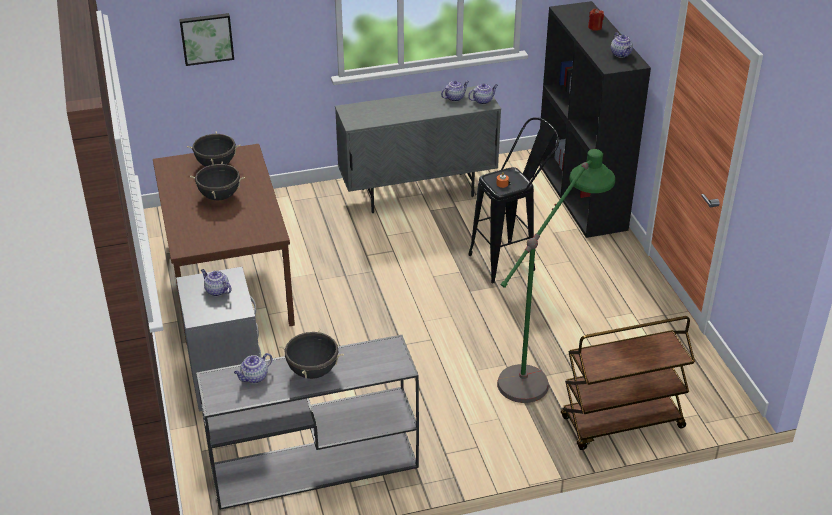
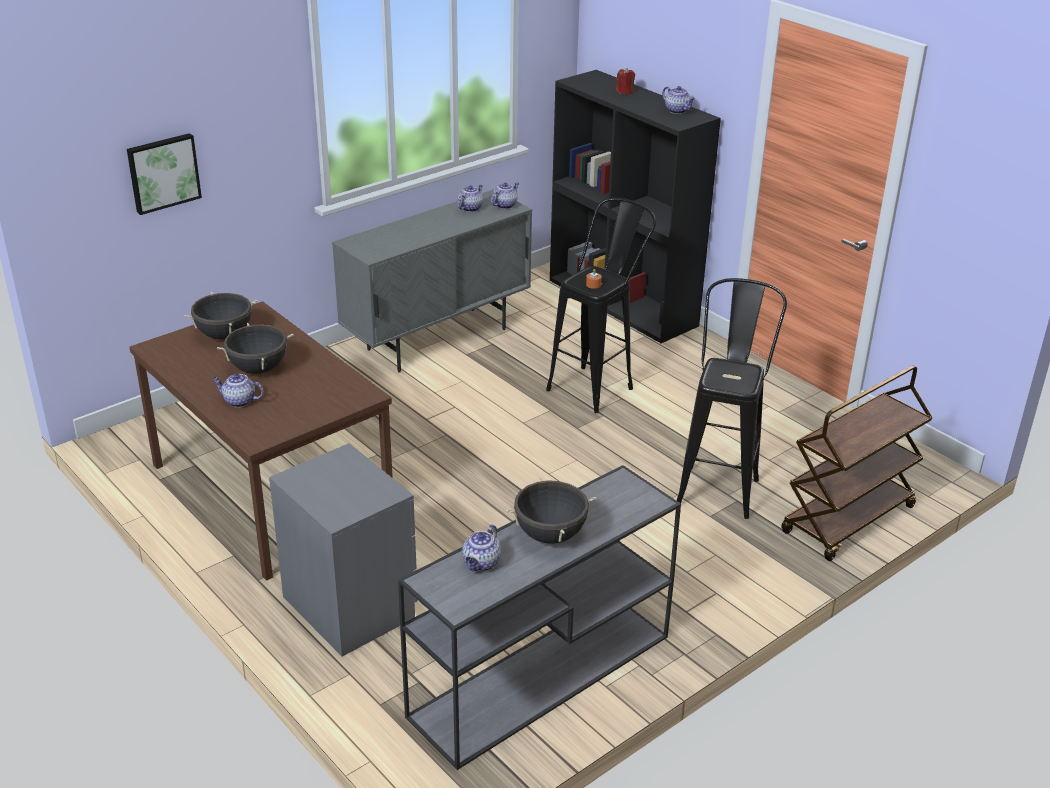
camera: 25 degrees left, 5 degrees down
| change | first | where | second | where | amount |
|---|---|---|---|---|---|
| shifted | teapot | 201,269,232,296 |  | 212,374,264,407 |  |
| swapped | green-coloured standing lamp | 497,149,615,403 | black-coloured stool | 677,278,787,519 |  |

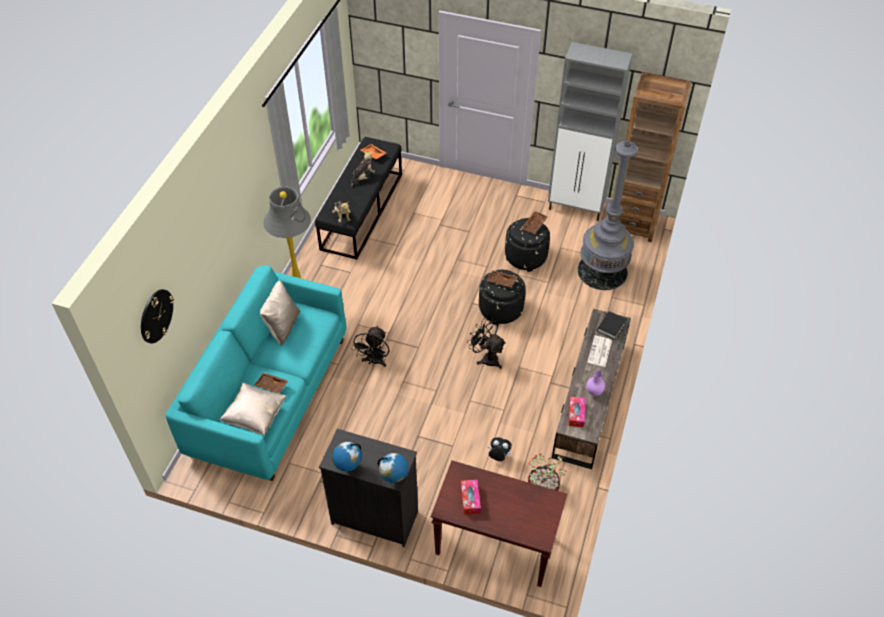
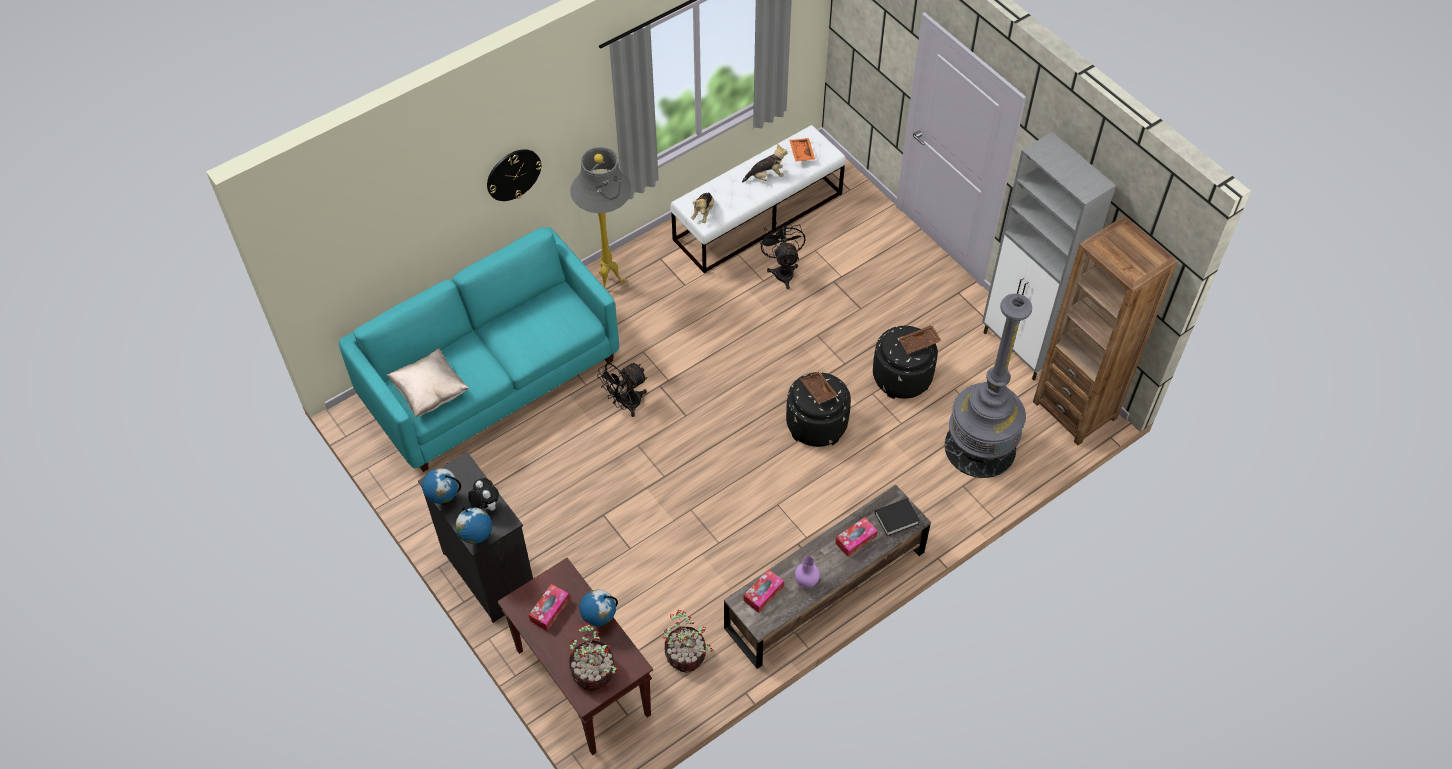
camera: 35 degrees right, 5 degrees up
| change | first | where | second | where | amount |
|---|---|---|---|---|---|
| gone | brownish tray | 254,372,289,394 |  |  |  |
| gone | sand-coloured throw pillow | 260,280,300,346 |  |  |  |
| new |  |  | houseplant | 567,622,619,691 |  |
| new |  |  | globe | 580,590,618,626 |  |
| shifted | wall clock | 141,289,174,343 |  | 487,149,542,201 |  |
| shifted | black-coloured fan | 467,318,506,369 |  | 759,220,805,289 |  |
| shifted | cuddly toy | 488,437,512,461 |  | 468,478,499,511 |  |
| swapped | newspaper | 588,336,612,367 | box of tissues | 835,517,877,557 |  |
| repainted | black-coloured indoor bench | 315,137,402,260 | white indoor bench | 670,125,846,273 |  |

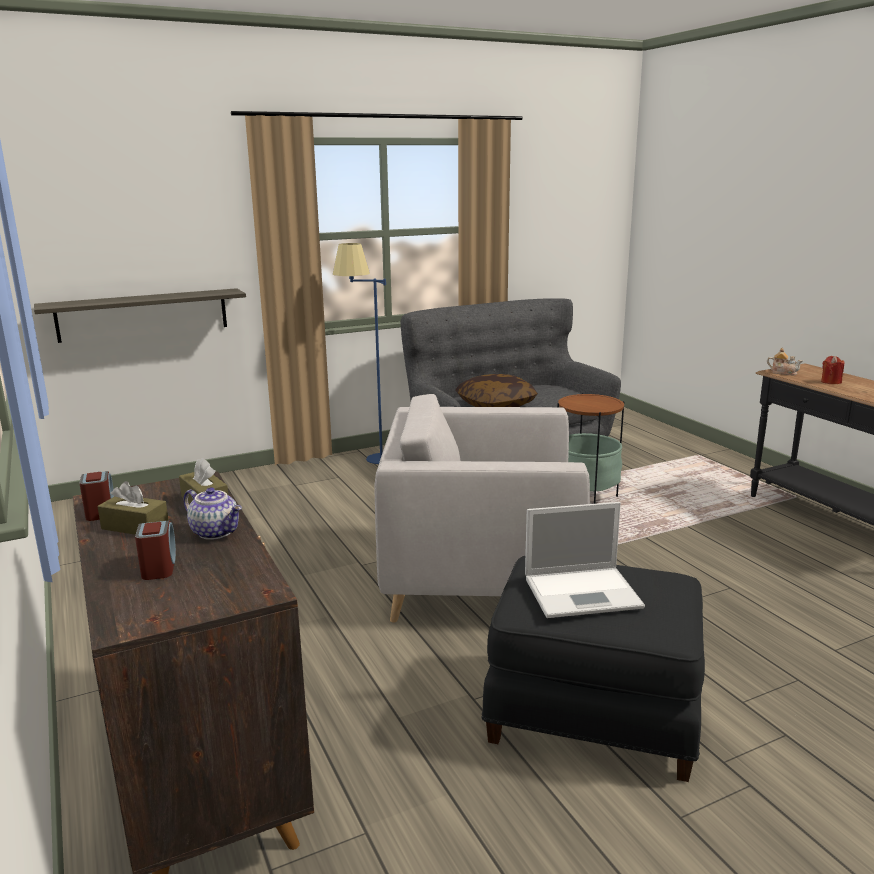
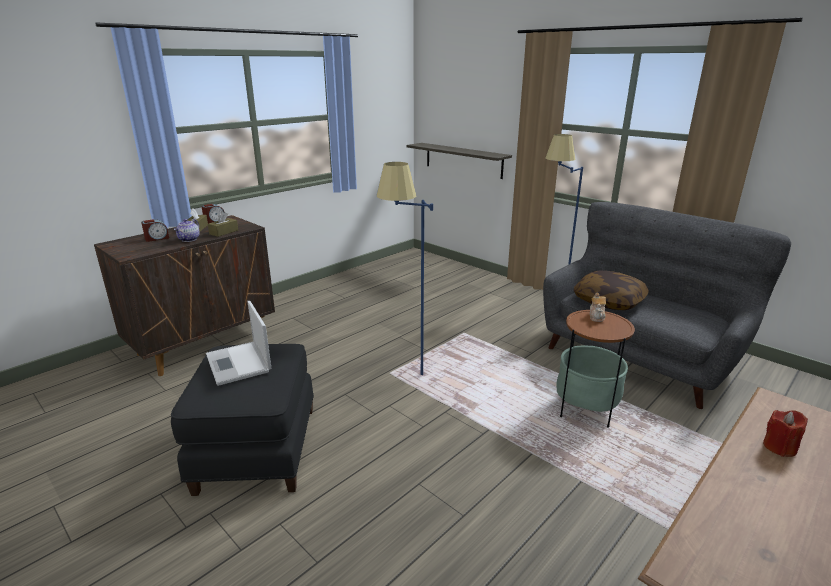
camera: 70 degrees right, 5 degrees up
| change | first | where | second | where | amount |
|---|---|---|---|---|---|
| shifted | teapot | 767,348,803,375 |  | 589,293,606,322 |  |
| swapped | gray armchair | 374,394,590,623 | blue standing lamp | 377,162,433,375 |  |

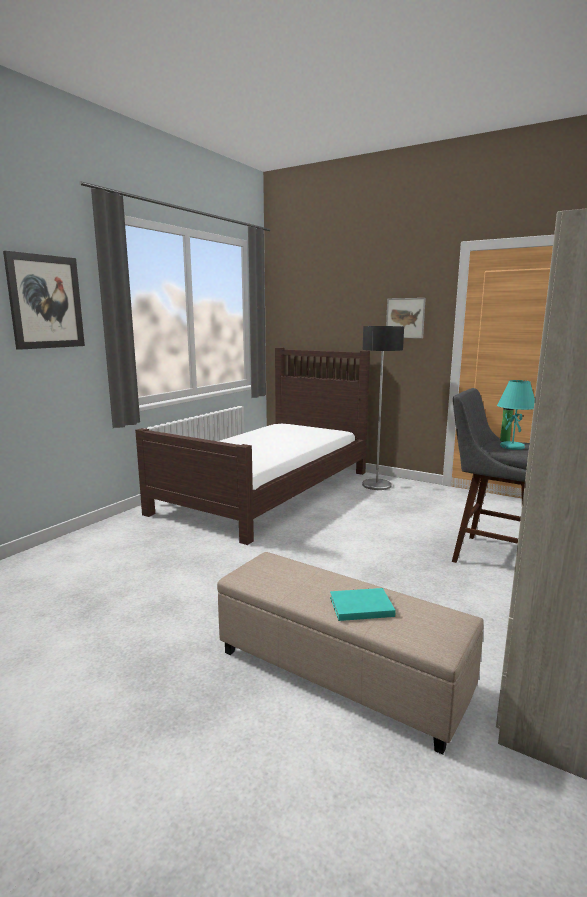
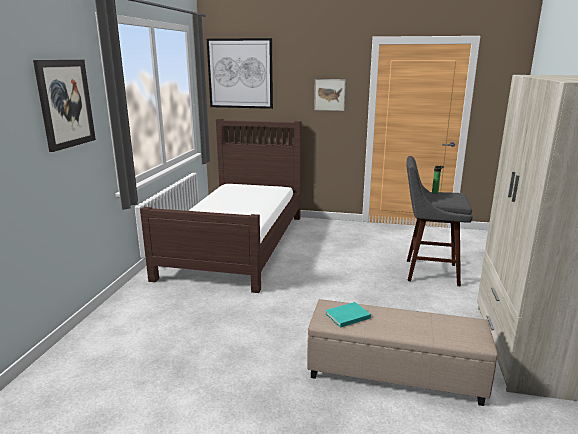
camera: 20 degrees left, 5 degrees up
| change | first | where | second | where | amount |
|---|---|---|---|---|---|
| gone | standing lamp | 362,326,404,490 |  |  |  |
| gone | turquoise-coloured table lamp | 497,380,535,450 |  |  |  |
| new |  |  | wall picture | 207,38,273,109 |  |
| shifted | turquoise-coloured bound book | 330,588,396,621 |  | 326,302,371,328 |  |

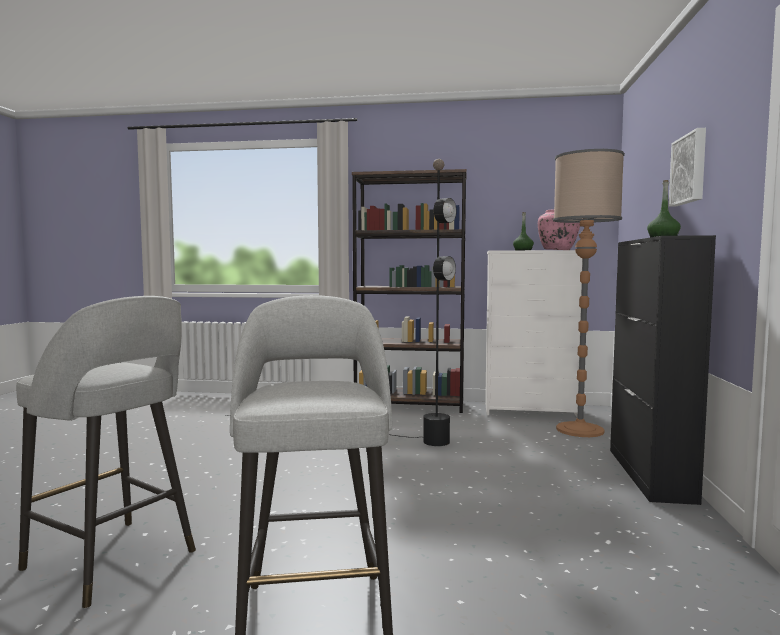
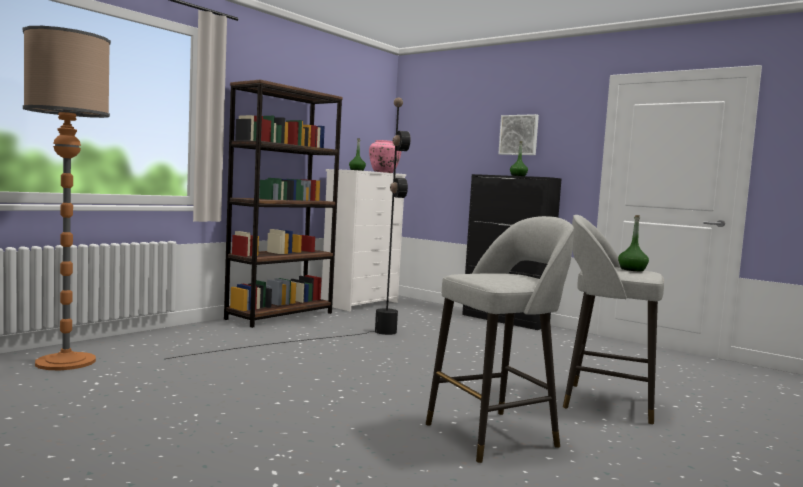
camera: 60 degrees left, 0 degrees up
| change | first | where | second | where | amount |
|---|---|---|---|---|---|
| new |  |  | green-coloured beverage bottle | 618,215,649,271 |  |
| shifted | standing lamp | 553,149,625,437 |  | 23,26,111,370 |  |

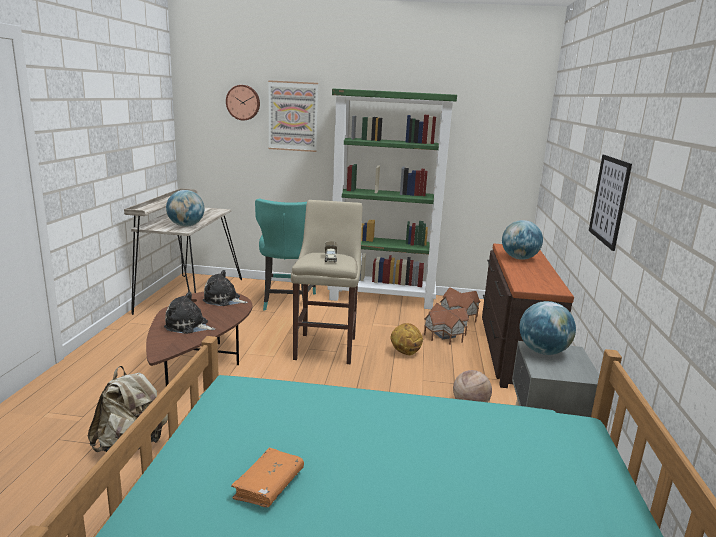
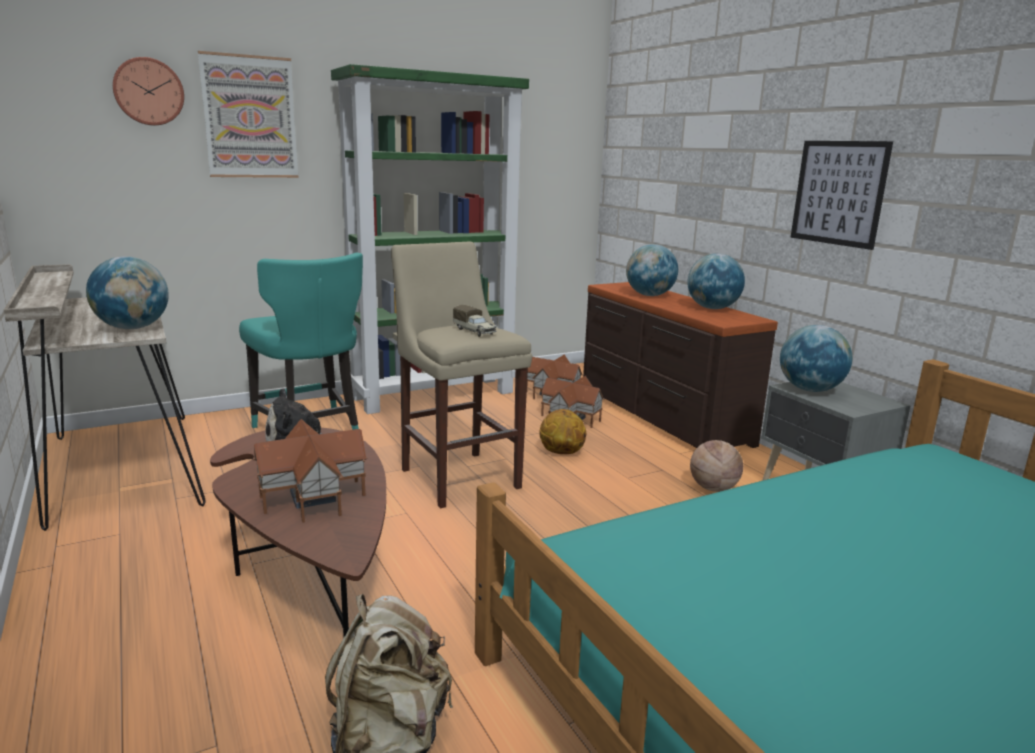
camera: 35 degrees left, 0 degrees up
| change | first | where | second | where | amount |
|---|---|---|---|---|---|
| gone | orangey bound book | 231,448,304,507 |  |  |  |
| new |  |  | globe | 687,253,745,309 |  |
| swapped | cuddly toy | 164,292,215,334 | miniature house | 253,419,368,523 |  |

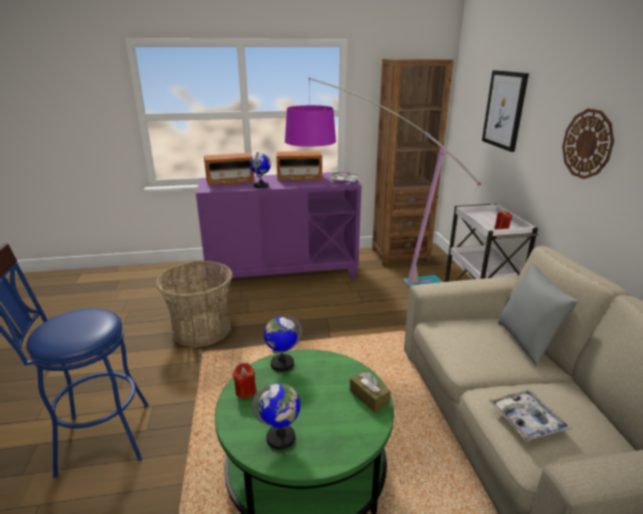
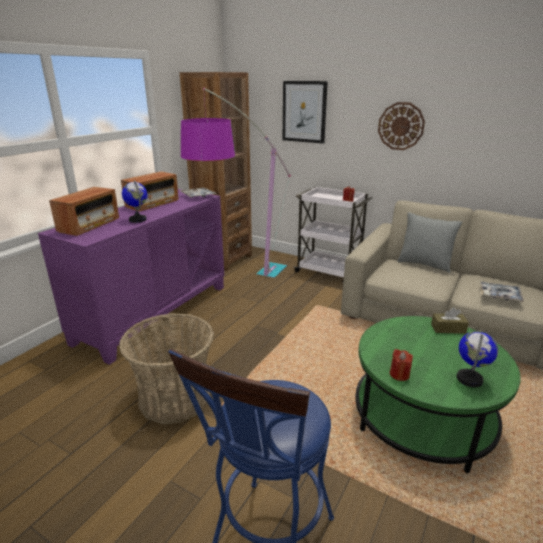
camera: 50 degrees left, 0 degrees up
| change | first | where | second | where | amount |
|---|---|---|---|---|---|
| gone | globe | 264,315,302,372 |  |  |  |

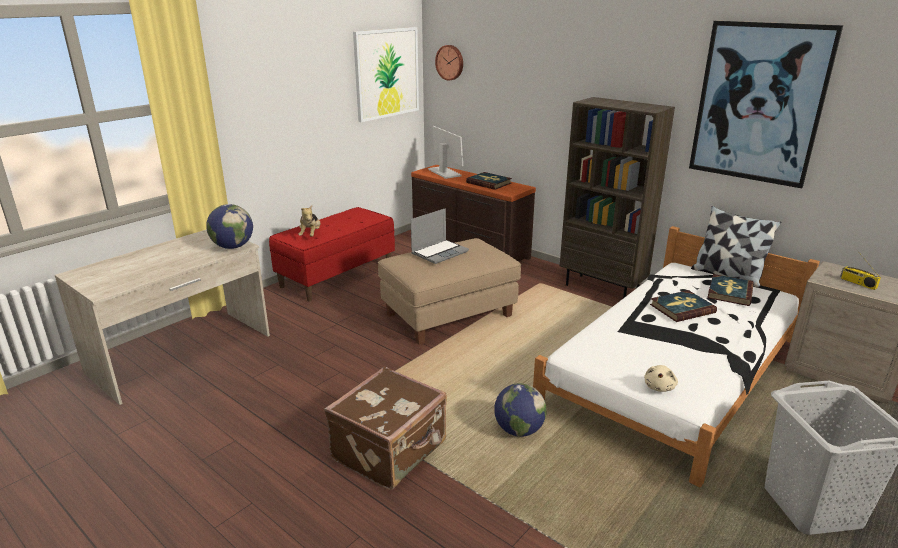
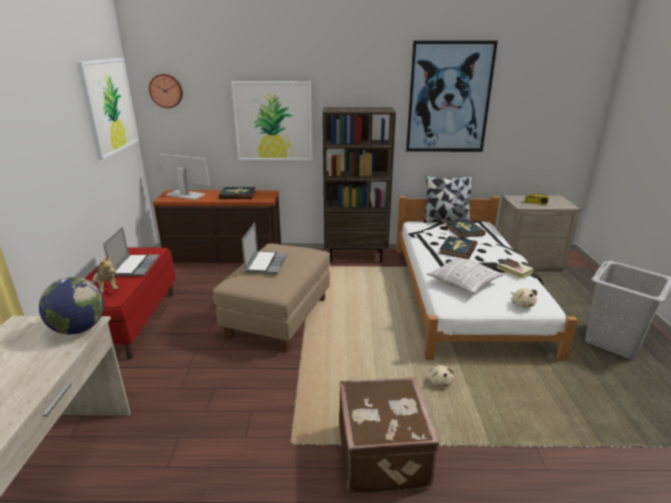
camera: 40 degrees left, 0 degrees up
| change | first | where | second | where | amount |
|---|---|---|---|---|---|
| new |  |  | laptop | 103,226,159,276 |  |
| new |  |  | wall picture | 231,81,312,161 |  |
| new |  |  | throw pillow | 427,257,504,293 |  |
| new |  |  | bound book | 496,258,534,279 |  |
| swapped | globe | 494,383,547,437 | sand-coloured cuddly toy | 428,365,454,387 |  |

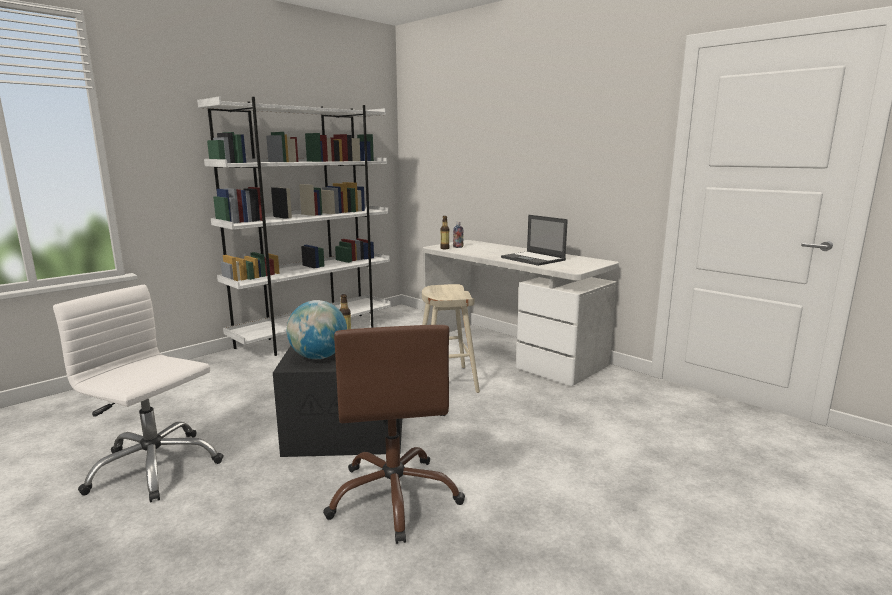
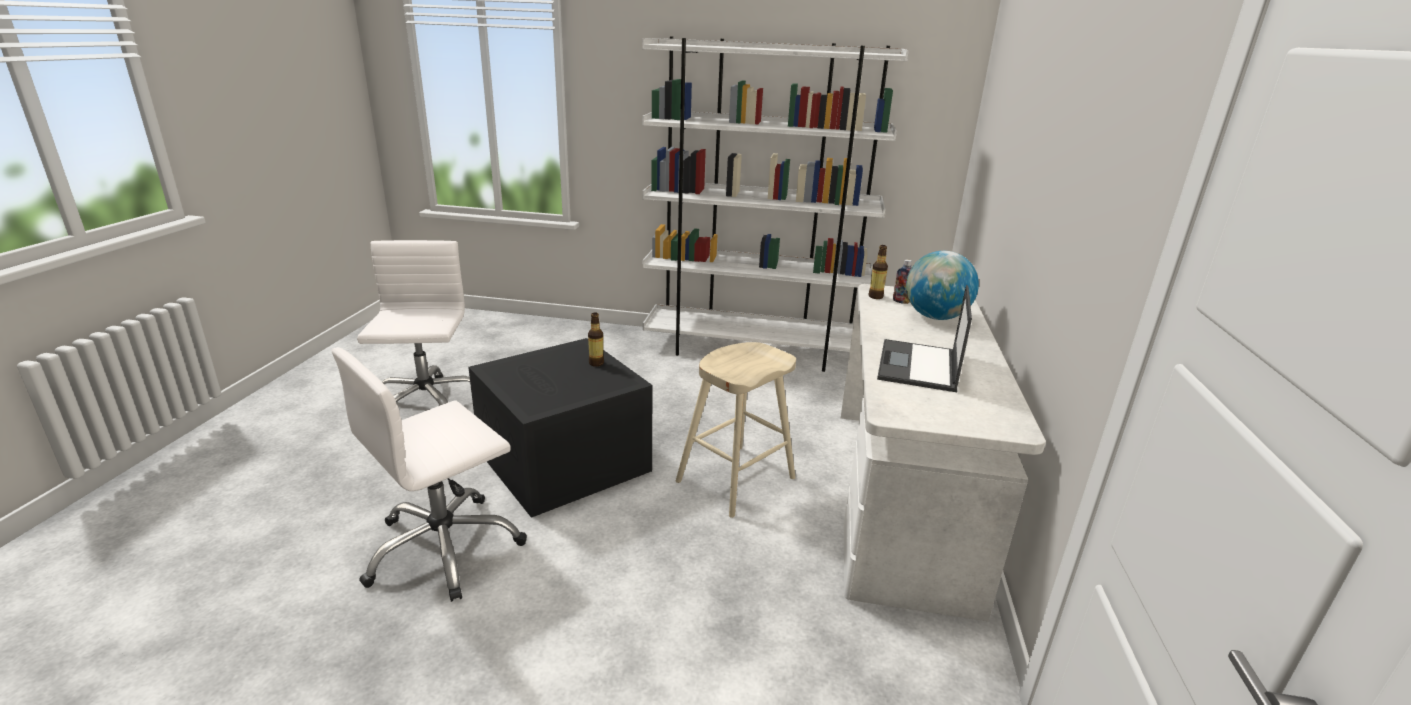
camera: 55 degrees right, 10 degrees up
| change | first | where | second | where | amount |
|---|---|---|---|---|---|
| shifted | globe | 287,300,347,359 |  | 906,251,979,320 |  |
| repainted | brownish office chair | 323,325,465,544 | white office chair | 332,347,527,602 |  |

